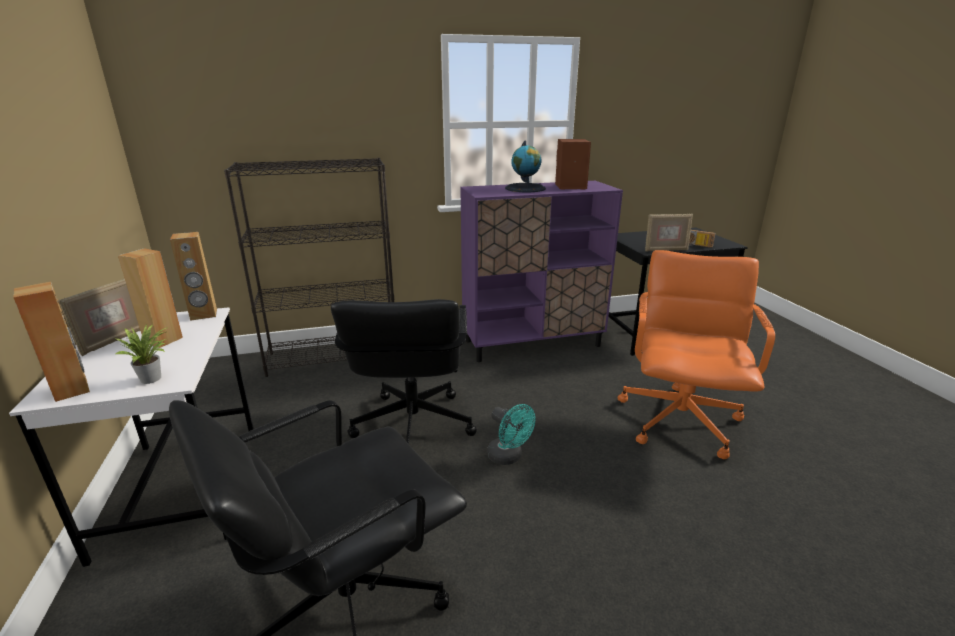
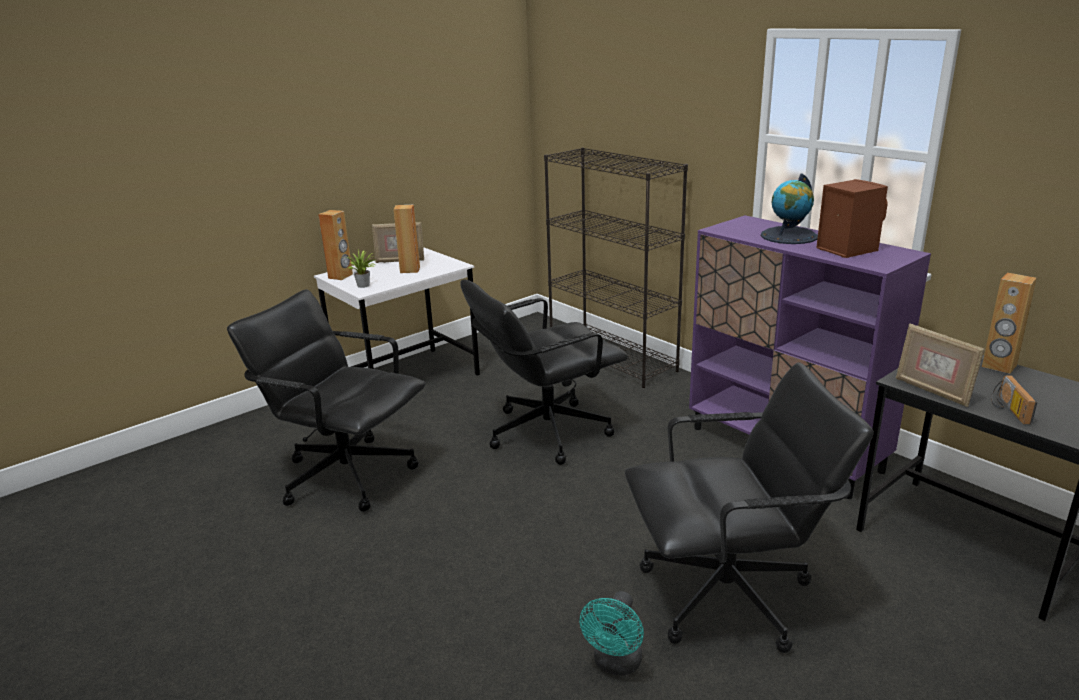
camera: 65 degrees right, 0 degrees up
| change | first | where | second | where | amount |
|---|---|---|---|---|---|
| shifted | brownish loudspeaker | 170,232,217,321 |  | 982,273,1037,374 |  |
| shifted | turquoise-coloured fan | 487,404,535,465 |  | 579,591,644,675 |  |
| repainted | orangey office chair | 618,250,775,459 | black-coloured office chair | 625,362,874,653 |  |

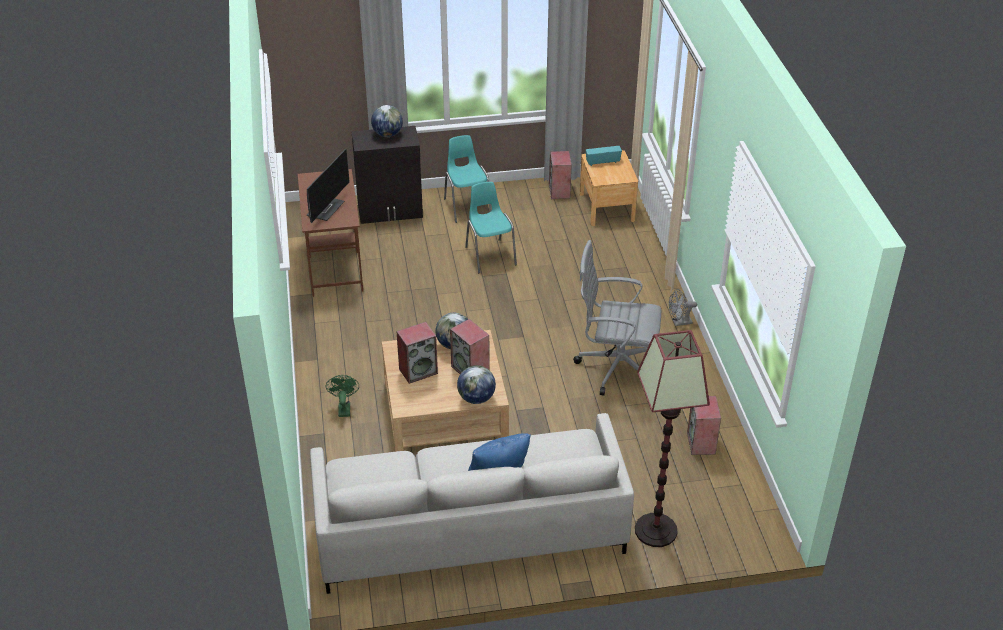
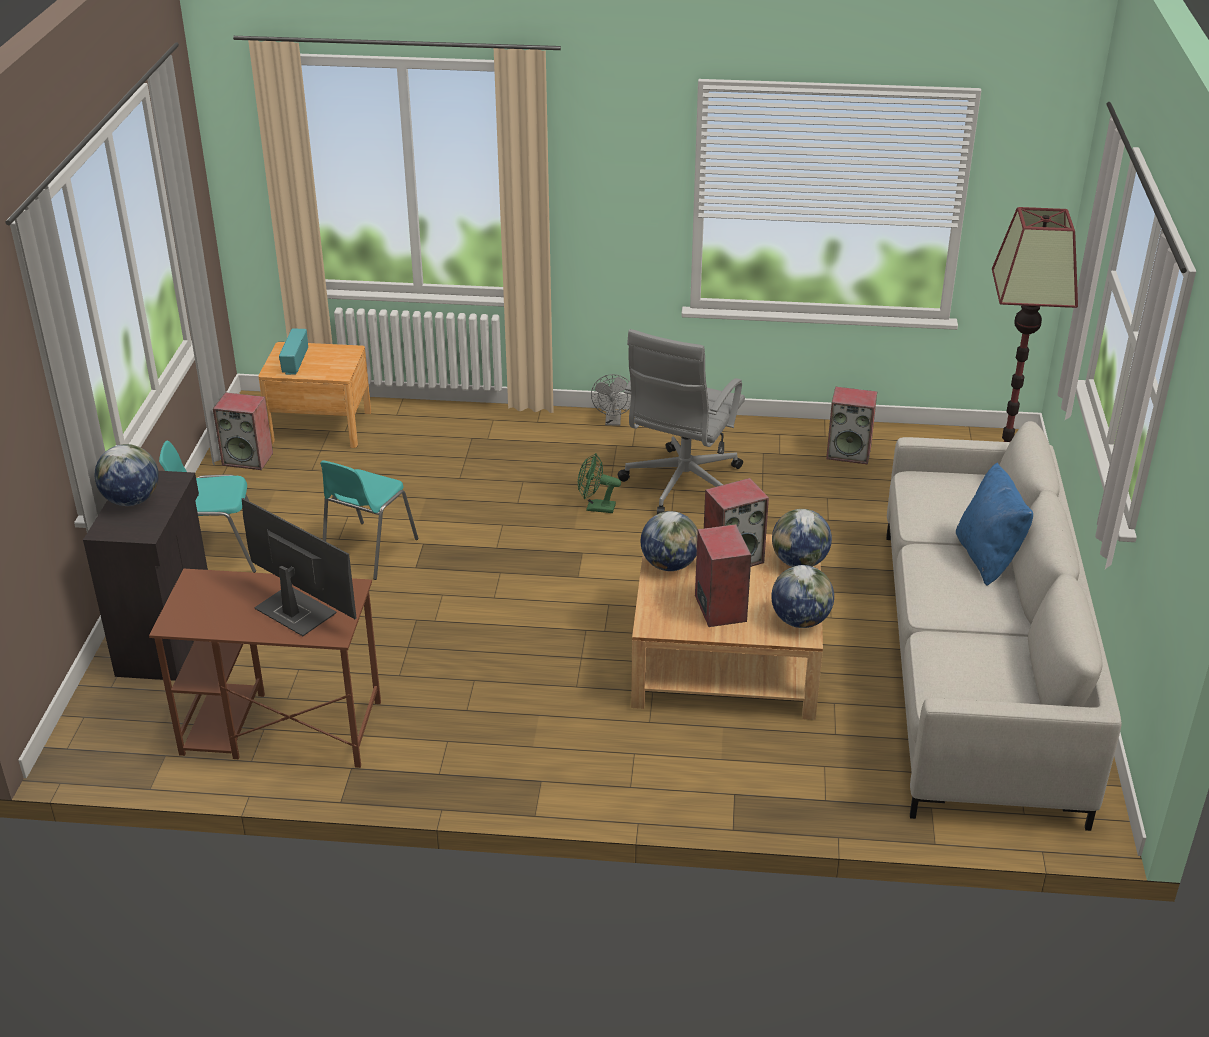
camera: 75 degrees left, 5 degrees down
| change | first | where | second | where | amount |
|---|---|---|---|---|---|
| new |  |  | globe | 771,565,834,628 |  |
| shifted | green-coloured fan | 326,375,359,417 |  | 578,453,621,513 |  |
| rotated | turquoise-coloured chair | 465,182,517,273 |  | 320,460,418,580 | 60 degrees counterclockwise |

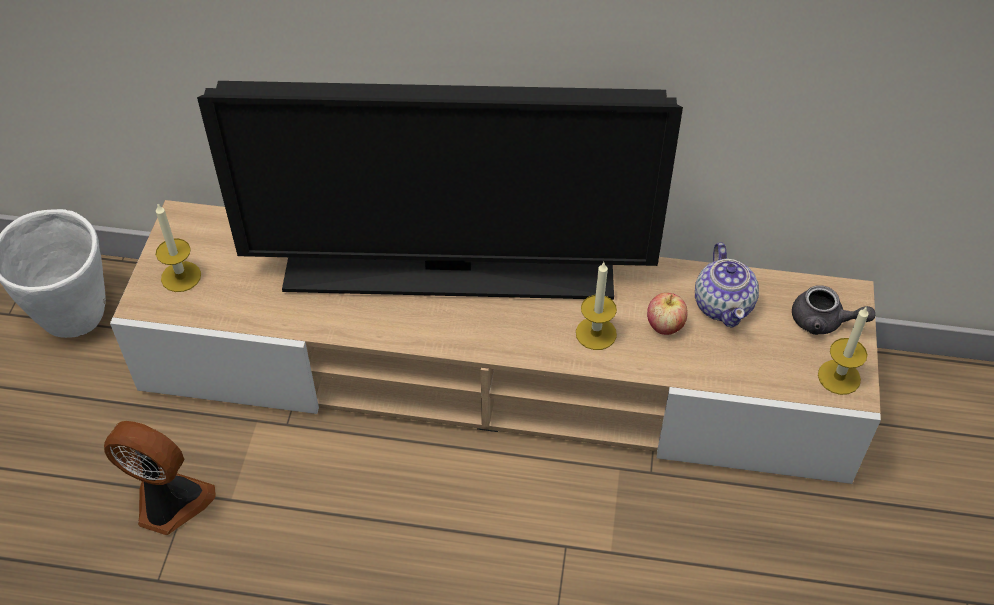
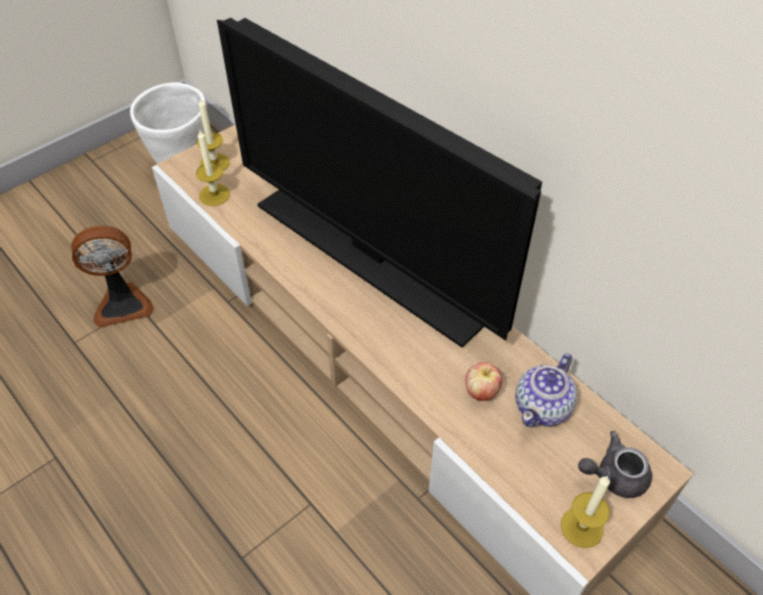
camera: 40 degrees right, 0 degrees up
| change | first | where | second | where | amount |
|---|---|---|---|---|---|
| shifted | wax candle | 576,261,617,350 |  | 196,130,230,206 |  |
| rotated | fan | 104,421,216,535 |  | 71,226,154,328 | 105 degrees clockwise |
| rotated | gray teapot | 792,285,875,335 |  | 578,431,652,498 | 105 degrees clockwise |

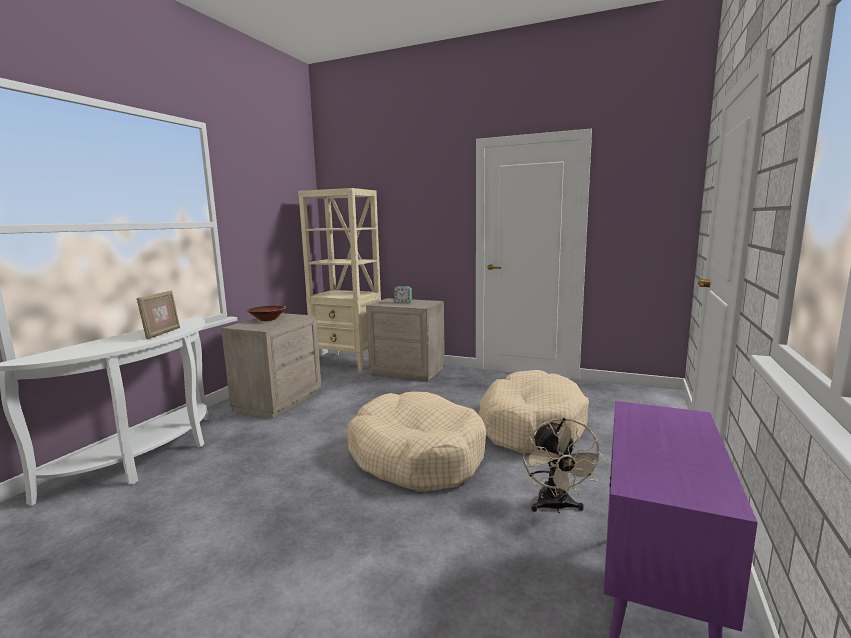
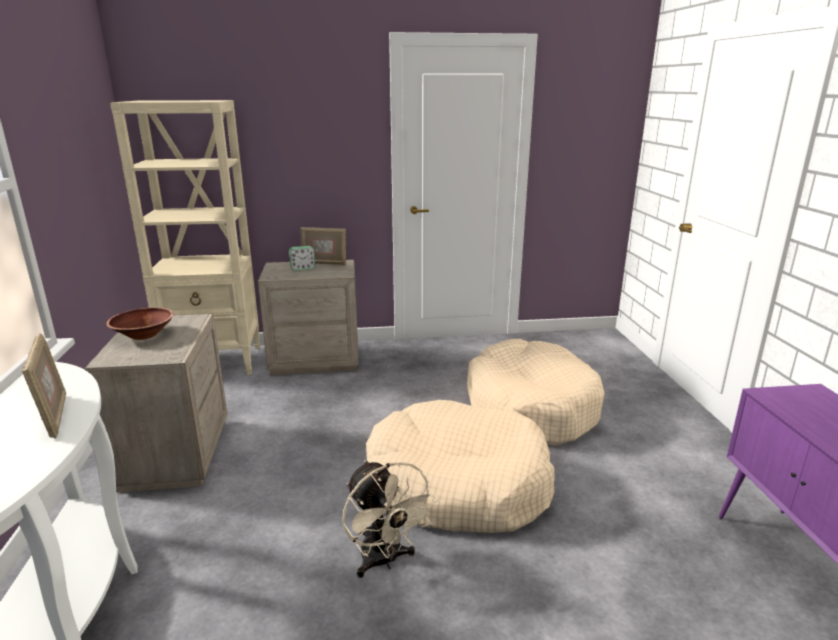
camera: 30 degrees left, 10 degrees up
| change | first | where | second | where | amount |
|---|---|---|---|---|---|
| new |  |  | standing frame | 300,227,346,265 |  |
| shifted | sand-coloured fan | 522,418,605,513 |  | 342,460,438,578 |  |

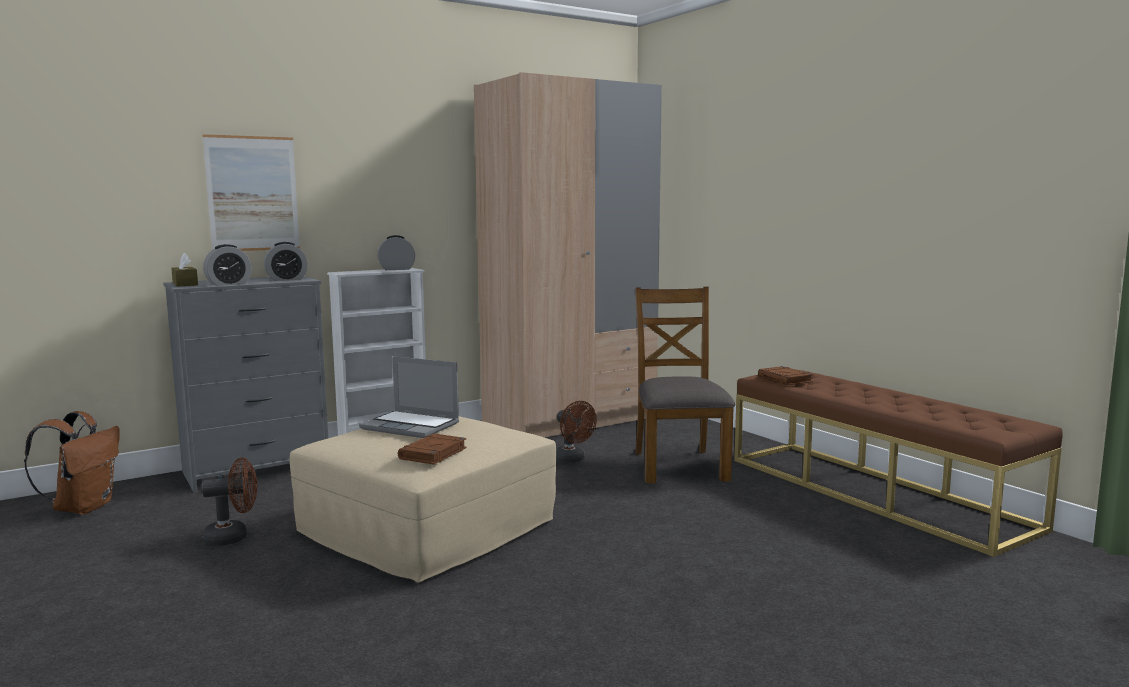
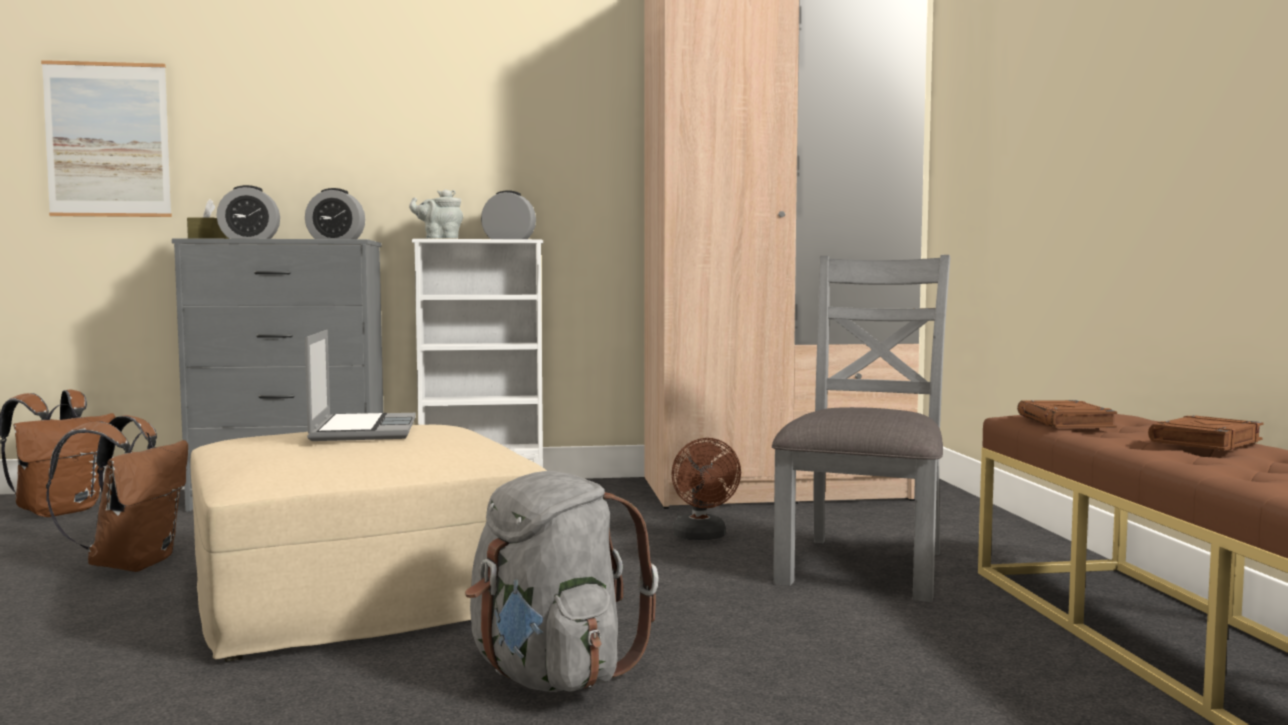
camera: 25 degrees right, 5 degrees down
| change | first | where | second | where | amount |
|---|---|---|---|---|---|
| new |  |  | gray teapot | 409,189,463,239 |  |
| new |  |  | gray rucksack | 465,471,659,692 |  |
| shifted | wall picture | 202,134,300,251 |  | 41,60,172,217 |  |
| shifted | brownish bound book | 398,434,467,465 |  | 1148,415,1263,451 |  |
| swapped | brownish fan | 201,458,257,546 | brownish rucksack | 46,415,188,572 |  |
| repainted | brownish chair | 635,287,735,484 | gray chair | 772,255,950,602 |  |
| rotated | laptop | 359,356,459,438 |  | 305,330,416,441 | 150 degrees counterclockwise |

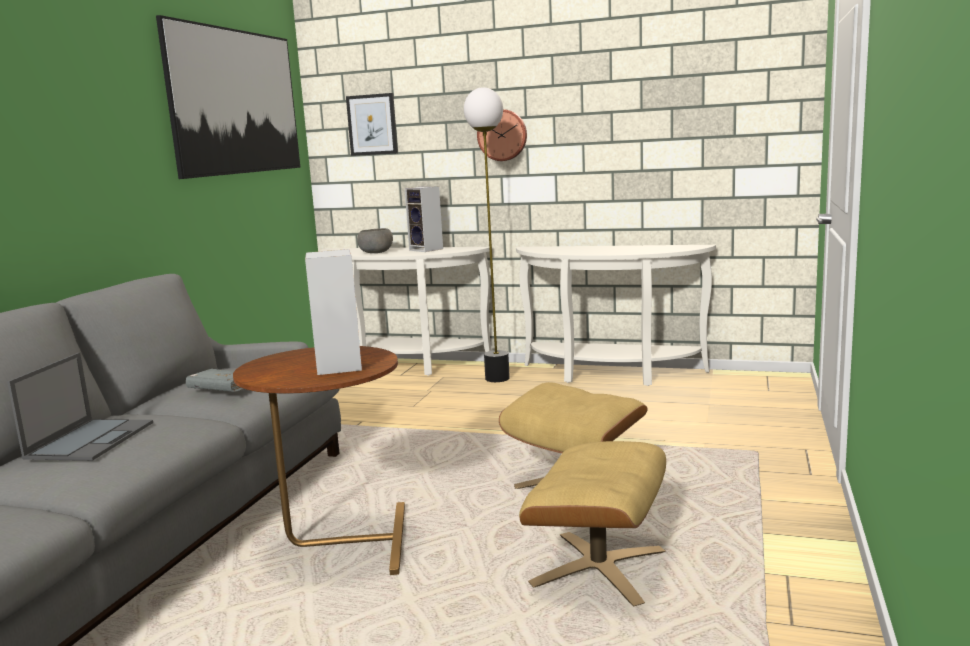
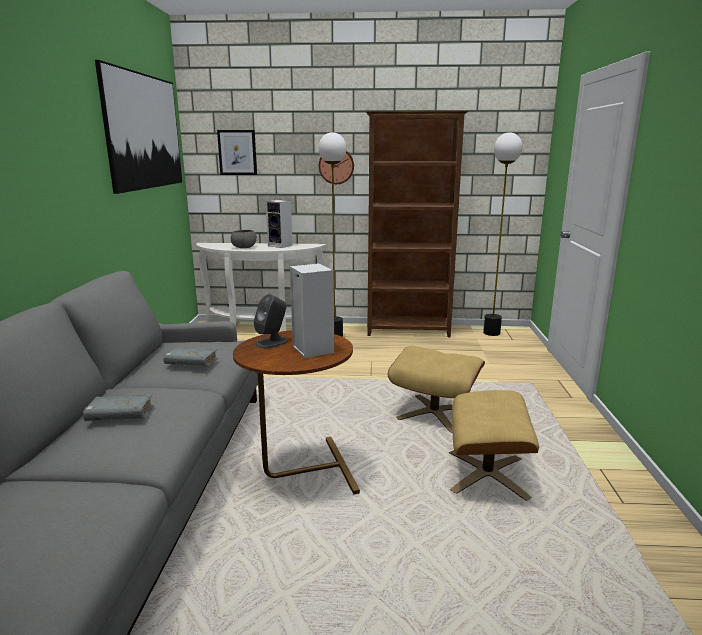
camera: 15 degrees left, 5 degrees up
| change | first | where | second | where | amount |
|---|---|---|---|---|---|
| new |  |  | gray loudspeaker | 254,294,288,348 |  |
| new |  |  | standing lamp | 483,132,523,336 |  |
| swapped | laptop | 7,353,153,461 | gray bound book | 83,394,154,421 |  |
| swapped | white narrow table | 516,245,716,386 | brownish bookcase | 366,111,469,337 |  |

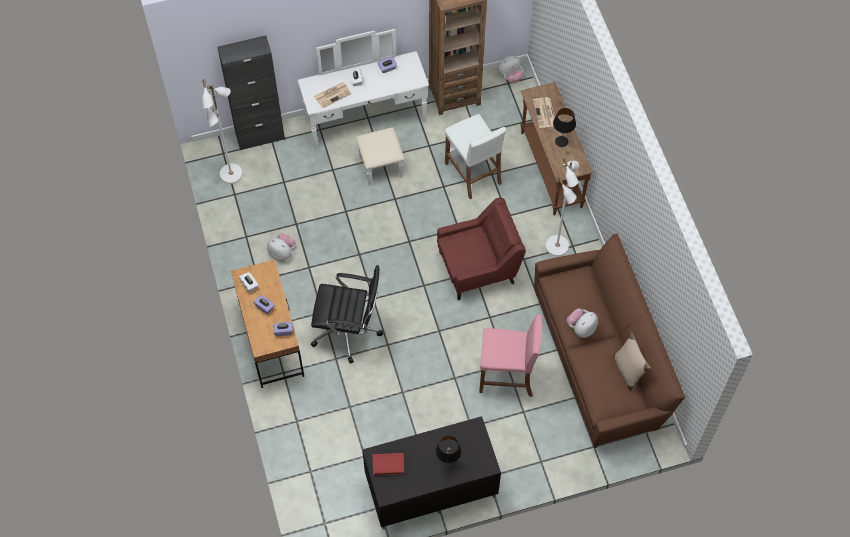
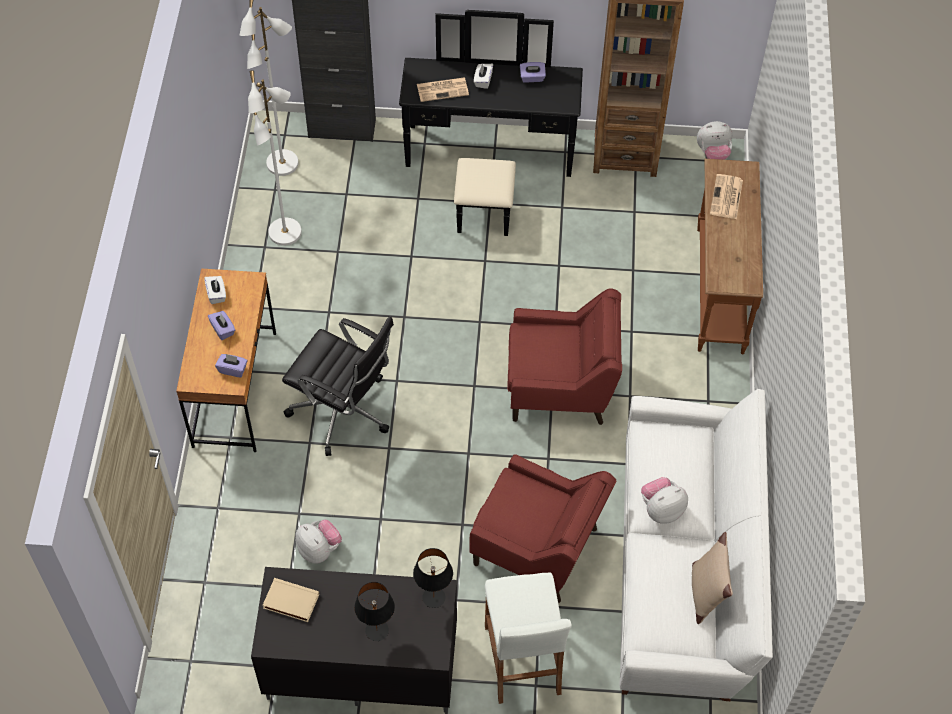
camera: 20 degrees right, 5 degrees down
| change | first | where | second | where | amount |
|---|---|---|---|---|---|
| shifted | cuddly toy | 267,233,295,261 |  | 295,520,342,564 |  |
| shifted | white stool | 445,114,506,199 |  | 485,573,572,704 |  |
| shifted | white standing lamp | 546,158,579,256 |  | 248,70,302,246 |  |
| shifted | black-coloured table lamp | 553,108,576,147 |  | 413,548,453,608 |  |
| swapped | pink stool | 479,314,542,397 | reddish armchair | 469,454,617,603 |  |
| repainted | white dresser | 297,29,429,185 | black-coloured dresser | 399,10,583,236 |  |
| repainted | reddish bound book | 373,453,404,475 | sand-coloured bound book | 263,578,320,622 |  |
| repainted | brownish sofa | 534,234,685,448 | white sofa | 620,389,773,701 |  |

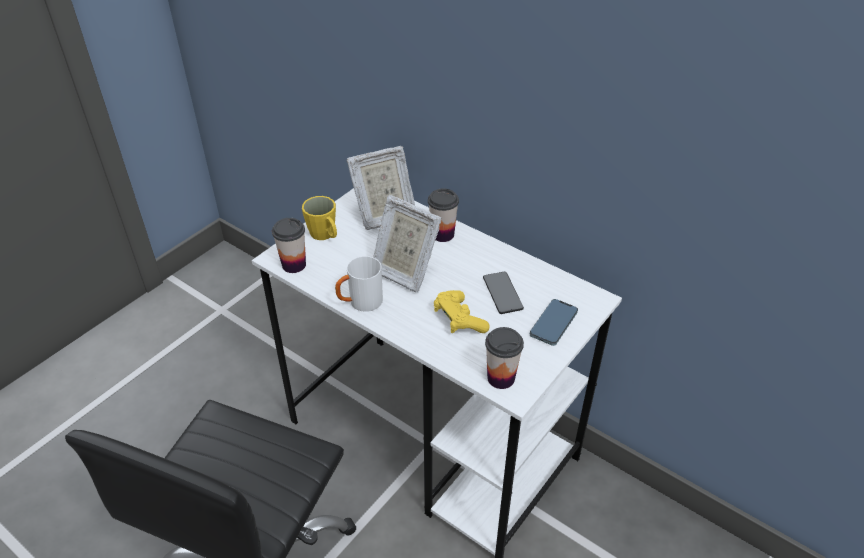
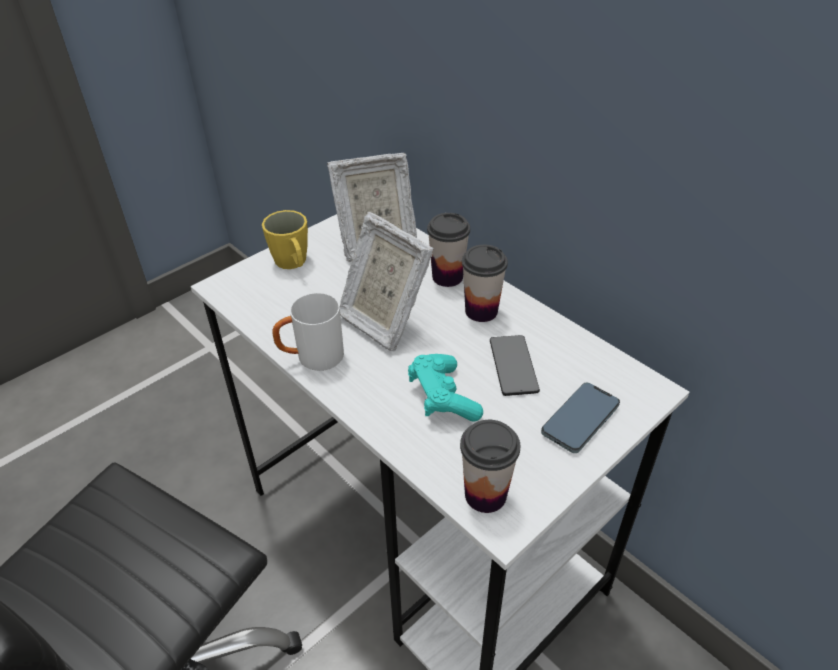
camera: 10 degrees right, 0 degrees up
| change | first | where | second | where | amount |
|---|---|---|---|---|---|
| shifted | small cup | 272,218,306,273 |  | 462,245,508,322 |  |
| repainted | yellow gamepad | 434,290,489,333 | turquoise-coloured gamepad | 408,354,483,422 |  |

